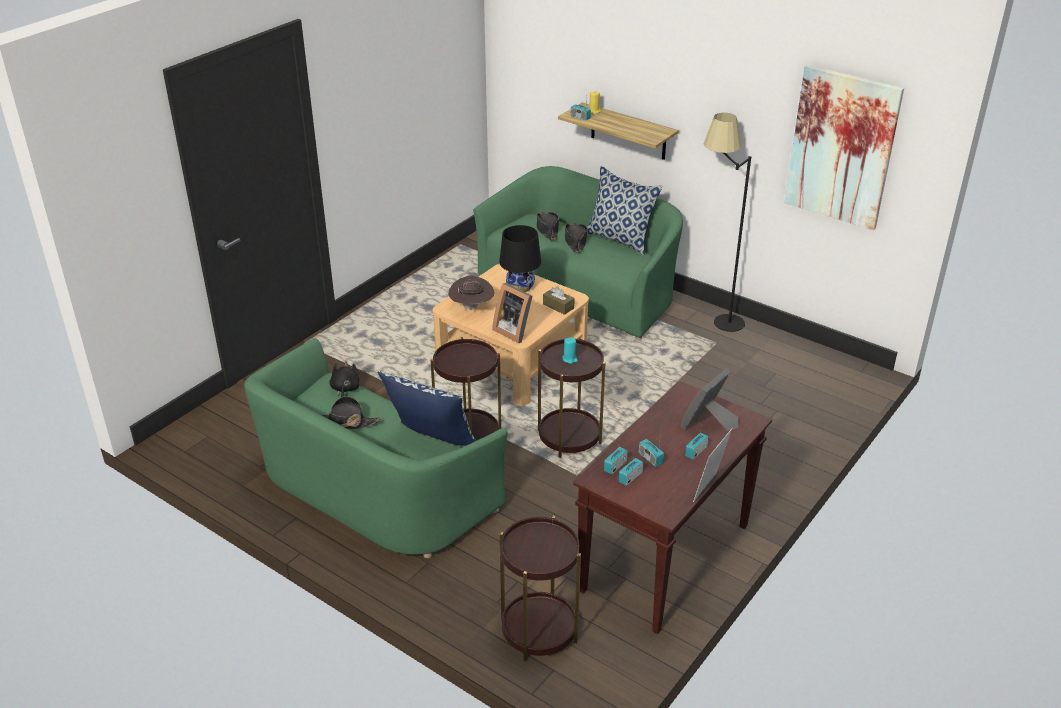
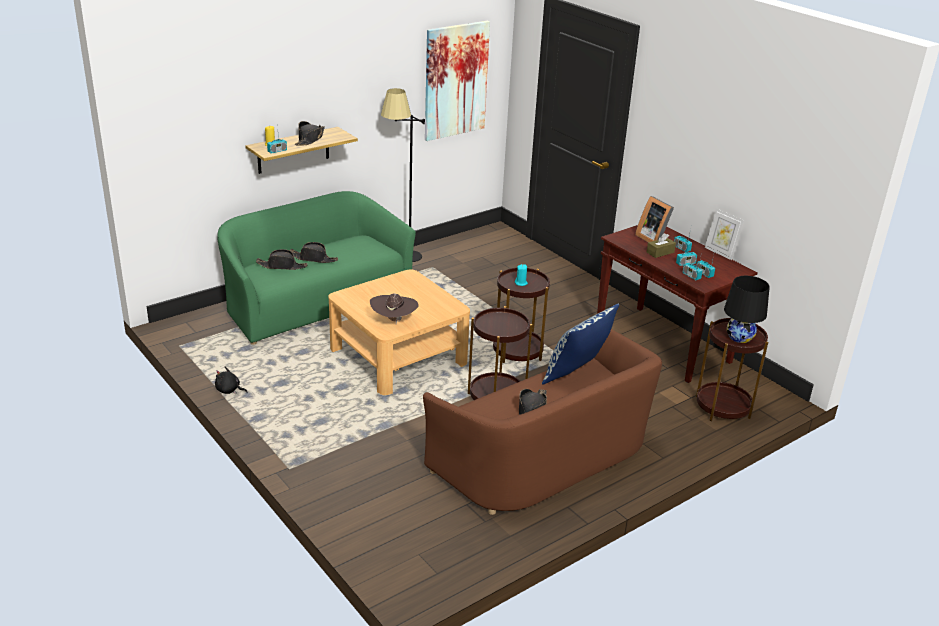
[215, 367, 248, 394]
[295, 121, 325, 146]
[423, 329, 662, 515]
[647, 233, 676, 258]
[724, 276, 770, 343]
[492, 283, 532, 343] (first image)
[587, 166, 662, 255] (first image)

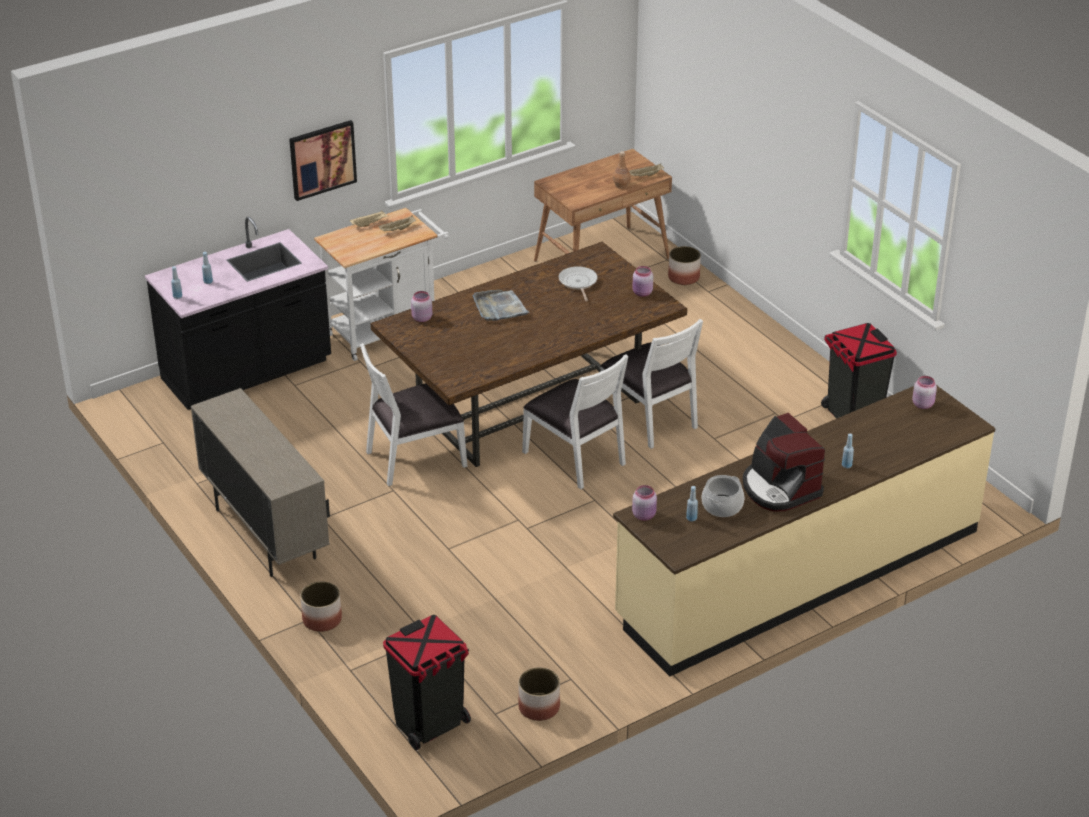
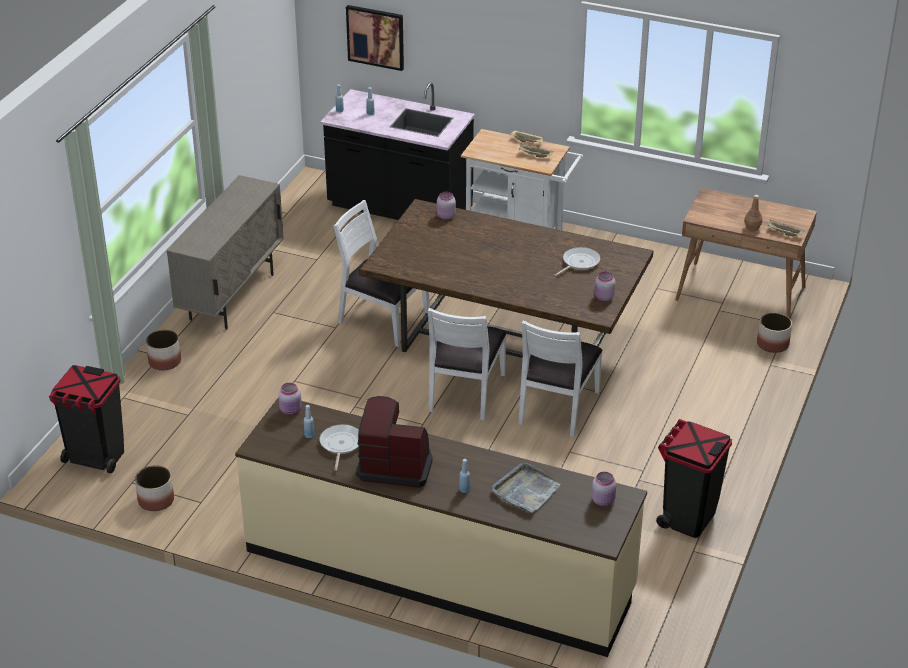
[320, 424, 359, 471]
[346, 5, 404, 71]
[356, 396, 432, 488]
[492, 463, 561, 513]

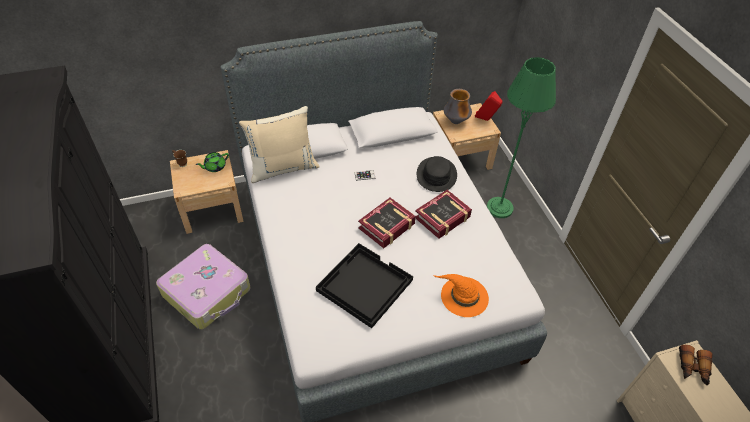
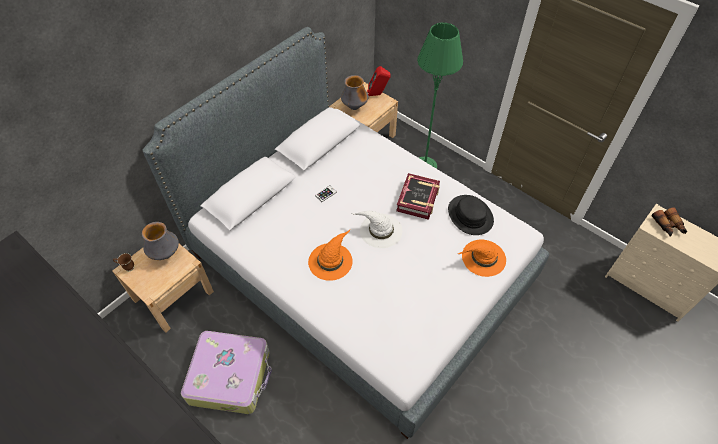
[142, 222, 179, 260]
[308, 229, 353, 281]
[351, 211, 402, 248]
[448, 195, 494, 235]
[239, 106, 320, 183] (first image)
[316, 243, 413, 328] (first image)

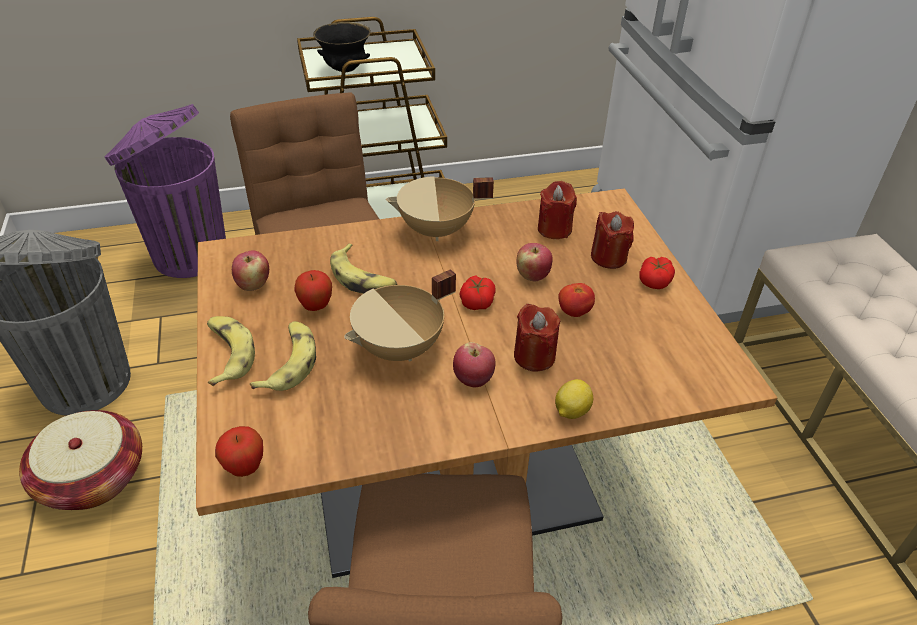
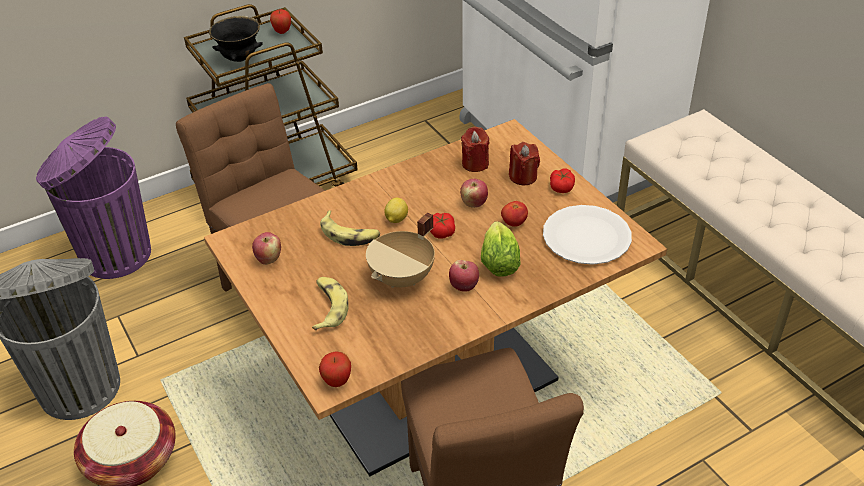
[270, 9, 291, 34]
[384, 198, 408, 223]
[481, 221, 520, 277]
[543, 205, 632, 265]
[207, 316, 255, 386] (first image)
[386, 176, 494, 241] (first image)

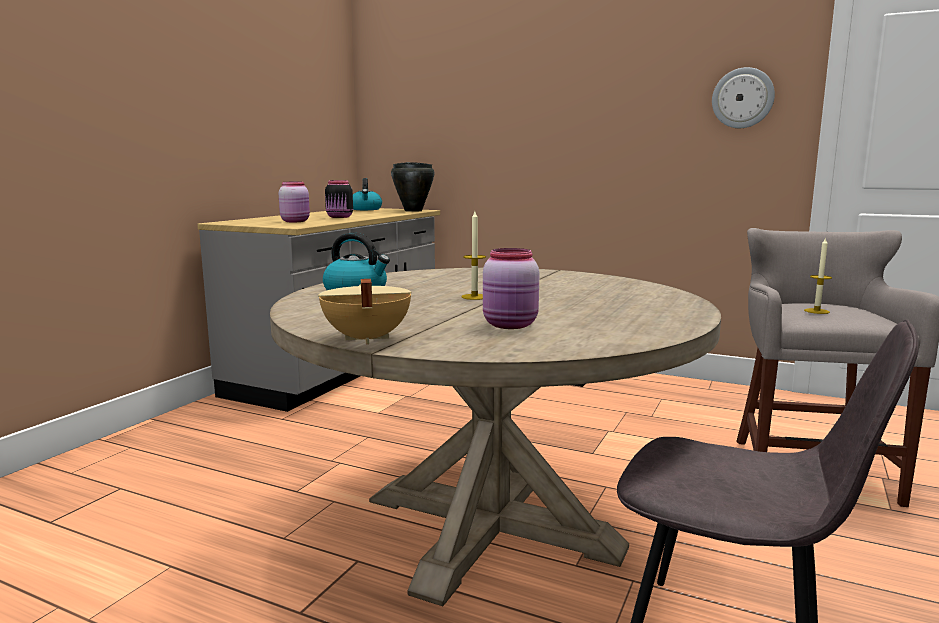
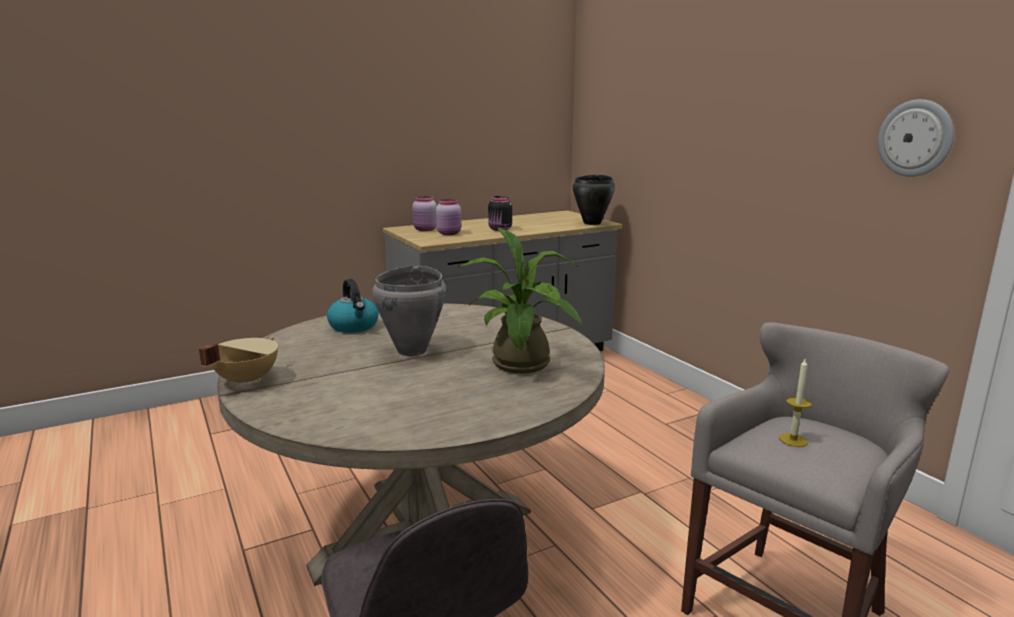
[372, 266, 446, 356]
[412, 196, 437, 231]
[459, 227, 582, 374]
[353, 178, 382, 210] (first image)

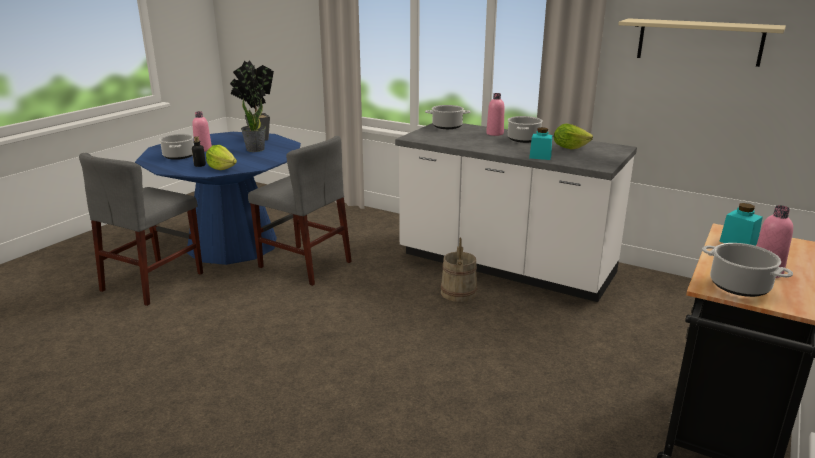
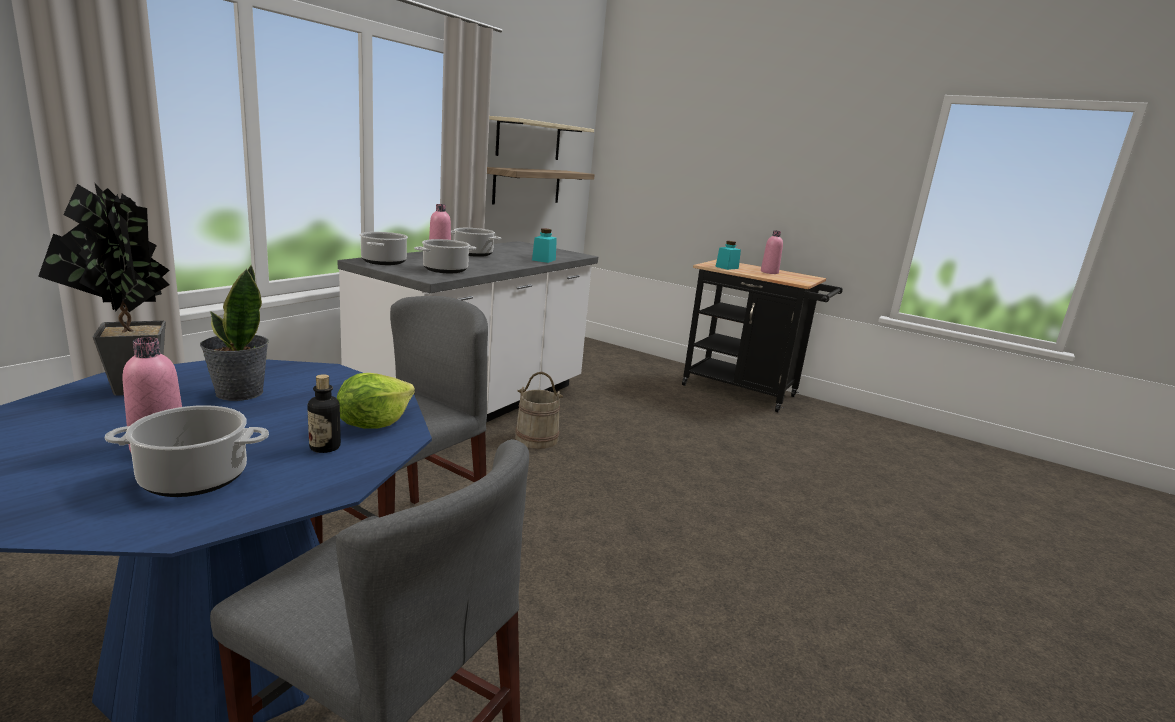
[414, 239, 476, 273]
[487, 167, 595, 205]
[554, 124, 593, 149] (first image)

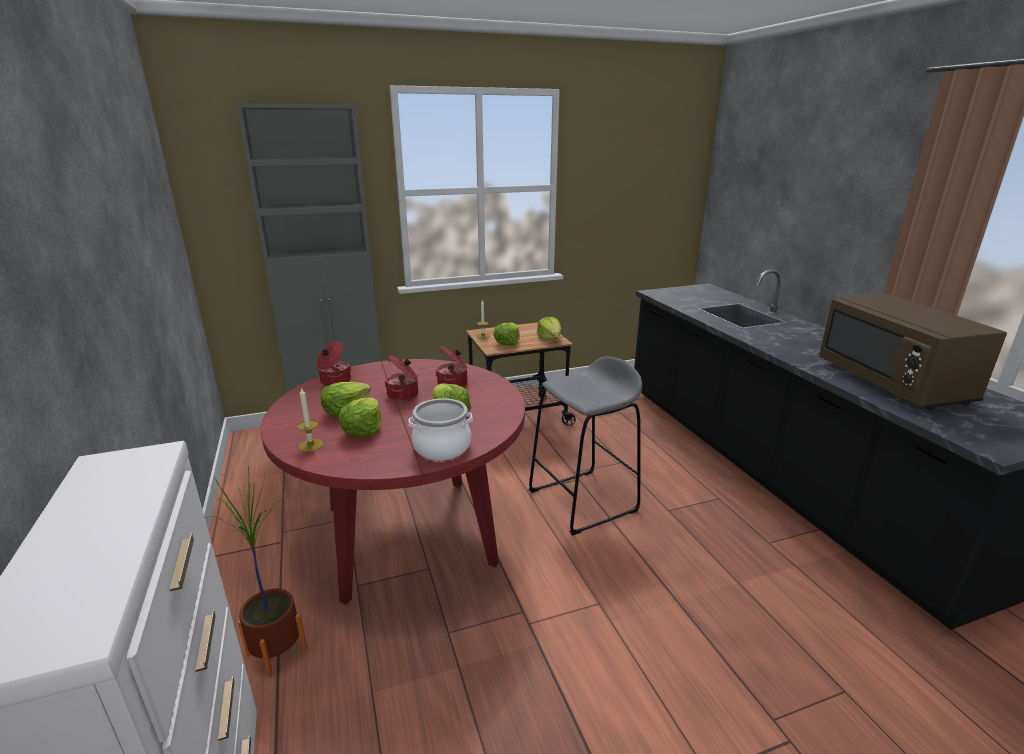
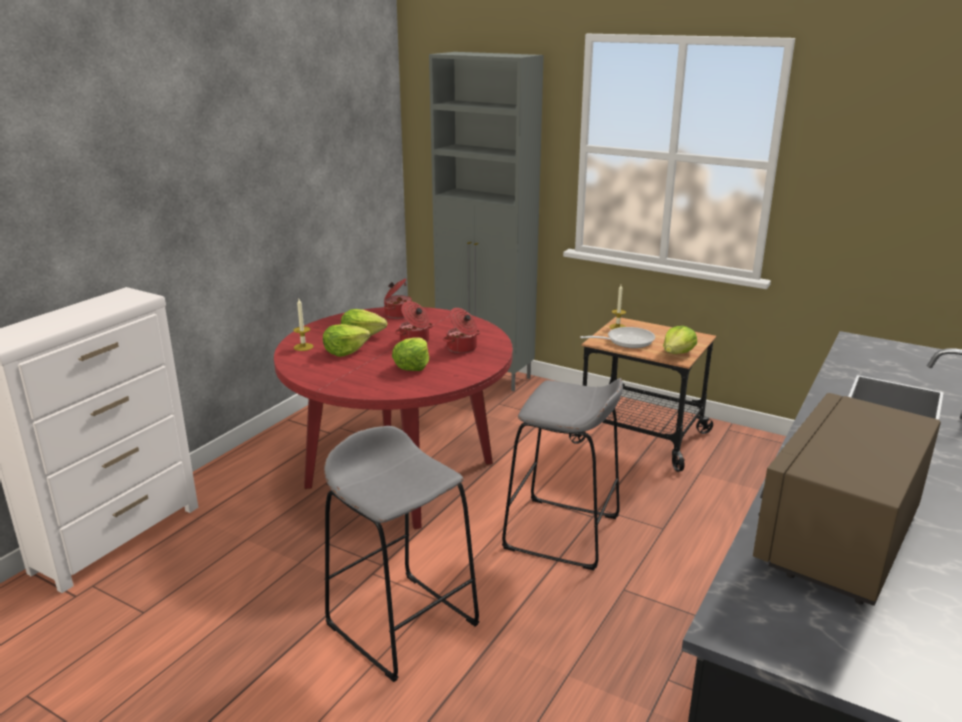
[324, 426, 479, 682]
[580, 327, 655, 348]
[205, 465, 307, 677] (first image)
[408, 398, 473, 460] (first image)

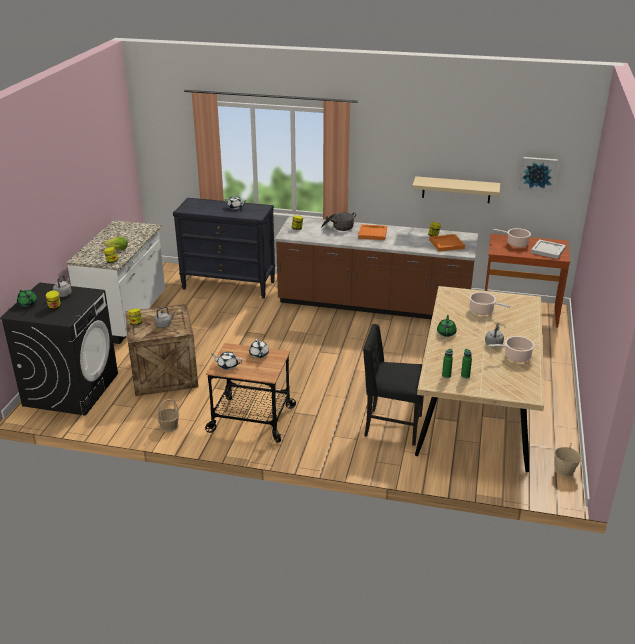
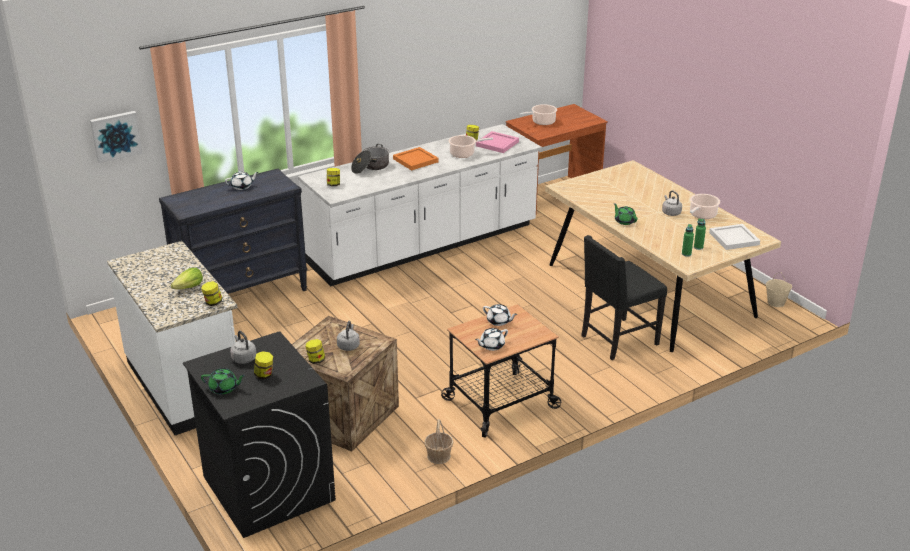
[90, 111, 143, 163]
[298, 124, 542, 286]
[448, 135, 493, 158]
[476, 131, 519, 153]
[709, 224, 760, 250]
[412, 176, 500, 203] (first image)

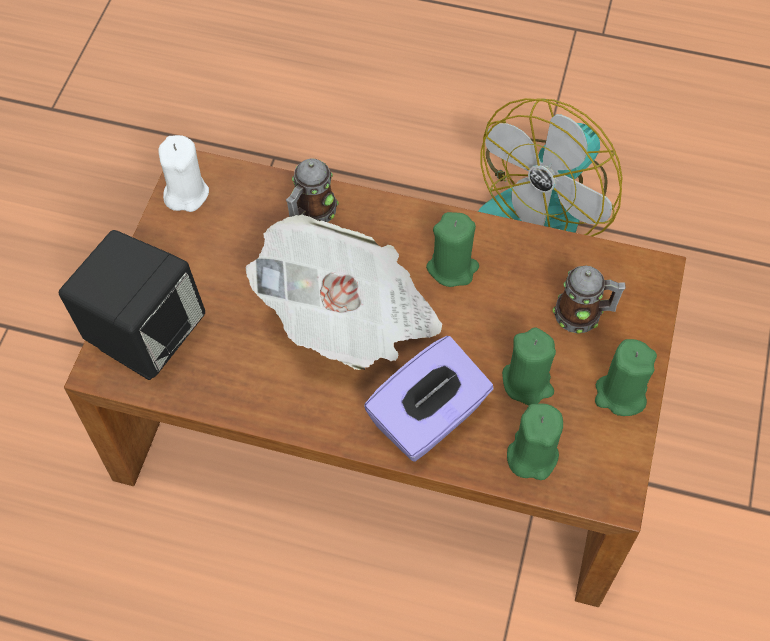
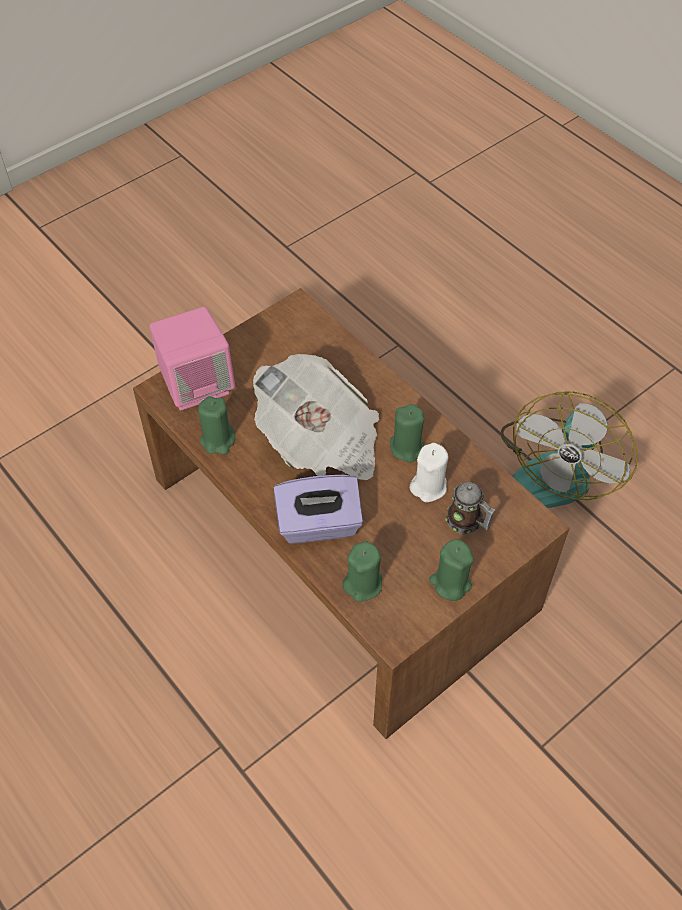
[149, 307, 235, 410]
[198, 396, 236, 455]
[410, 443, 448, 502]
[501, 391, 638, 508]
[286, 158, 339, 222] (first image)

